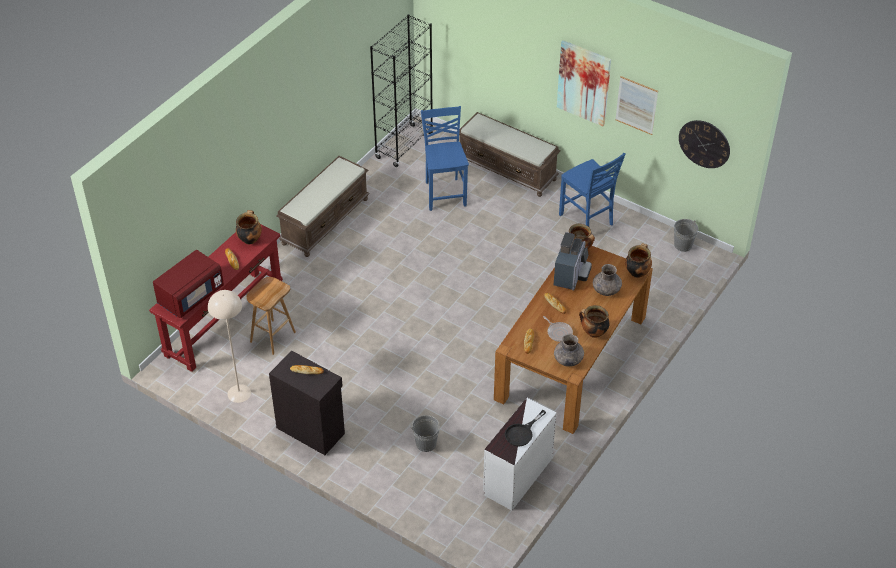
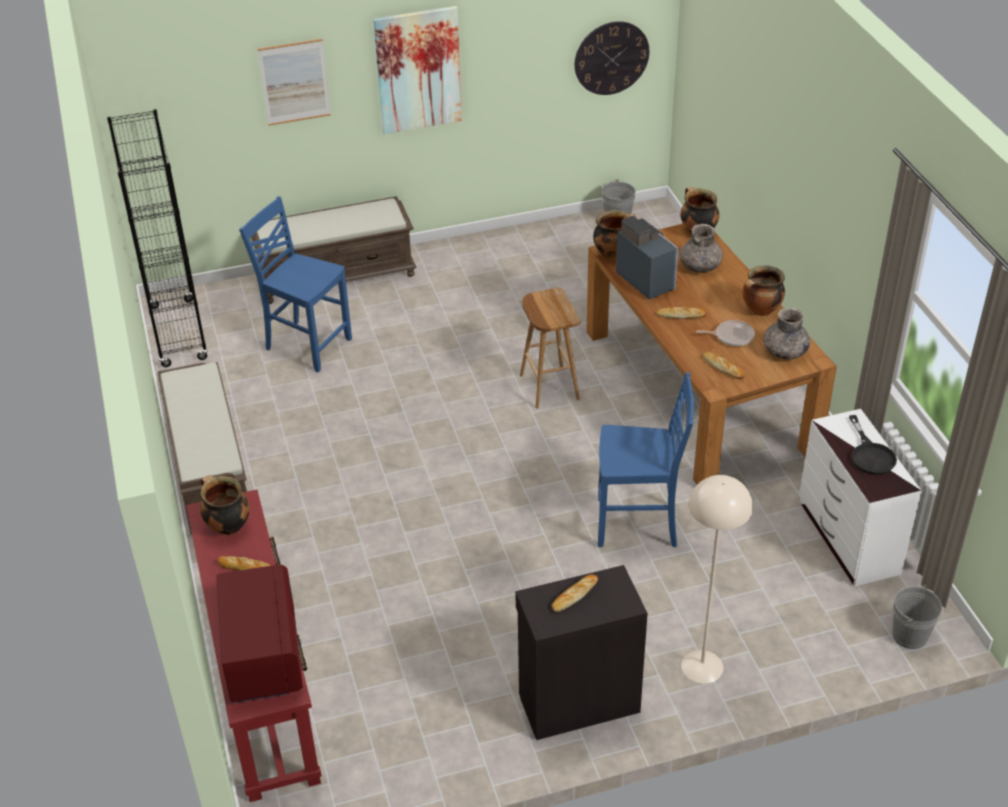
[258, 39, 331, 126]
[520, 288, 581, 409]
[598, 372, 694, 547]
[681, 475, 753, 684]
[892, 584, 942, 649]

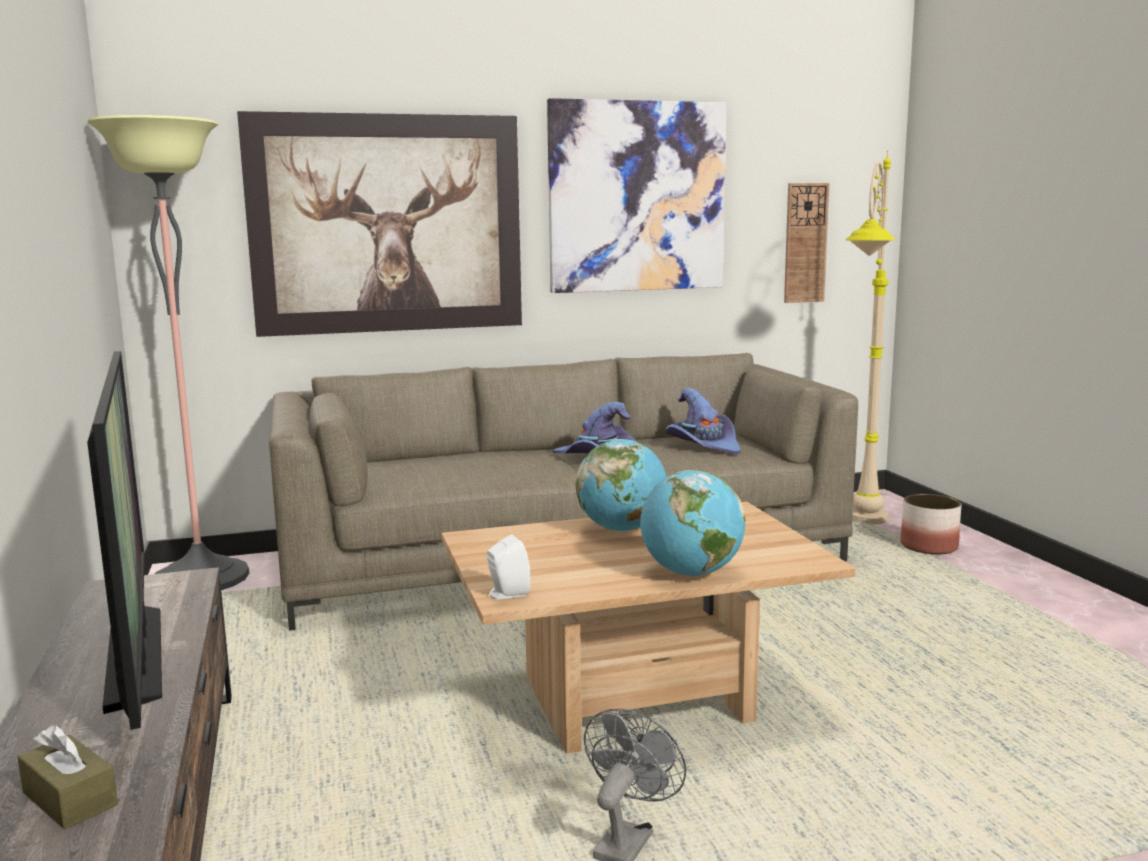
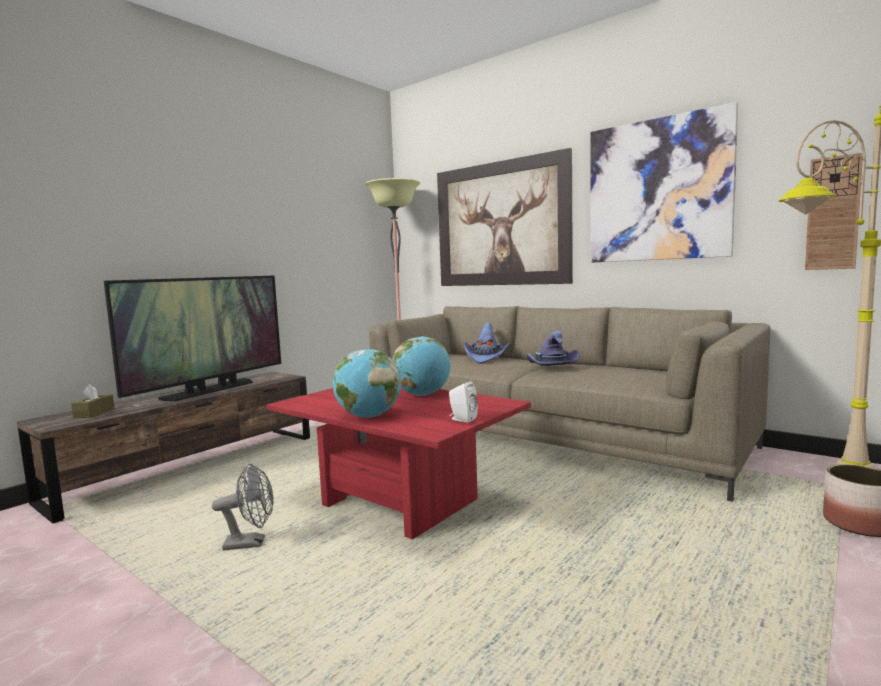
[266, 388, 531, 539]
[449, 382, 478, 423]
[464, 323, 510, 364]

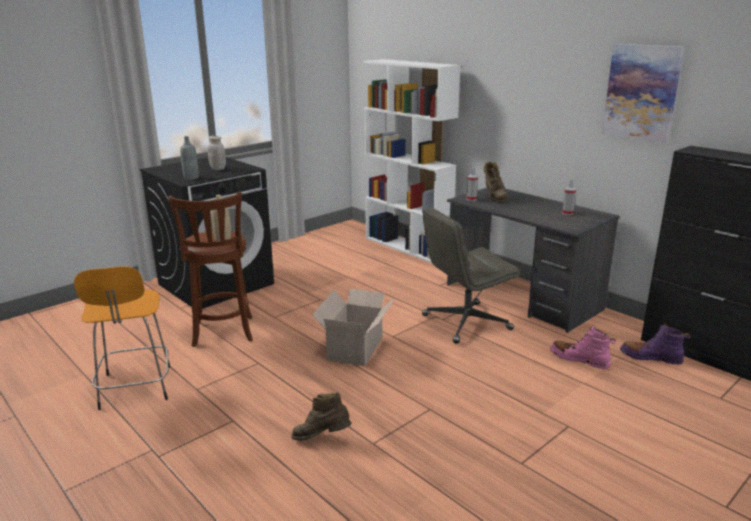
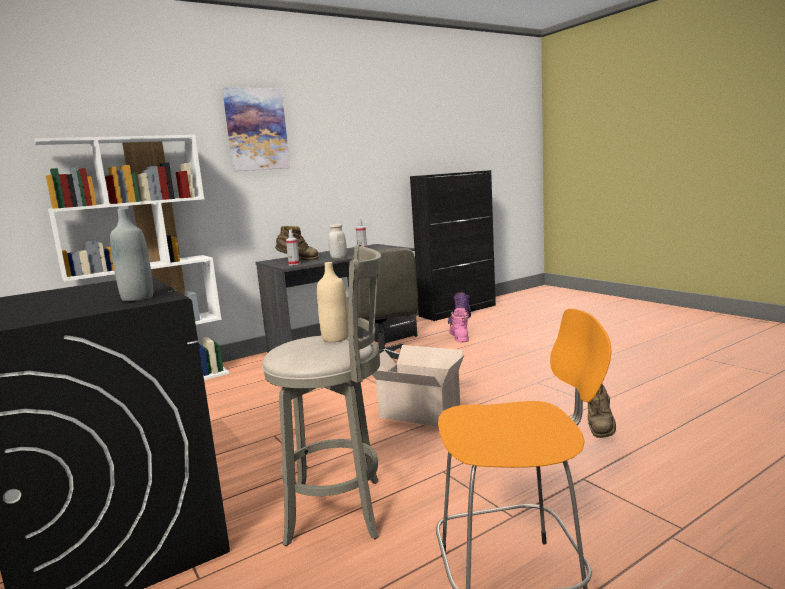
[222, 87, 290, 171]
[262, 245, 381, 546]
[328, 224, 347, 259]
[449, 308, 469, 342]

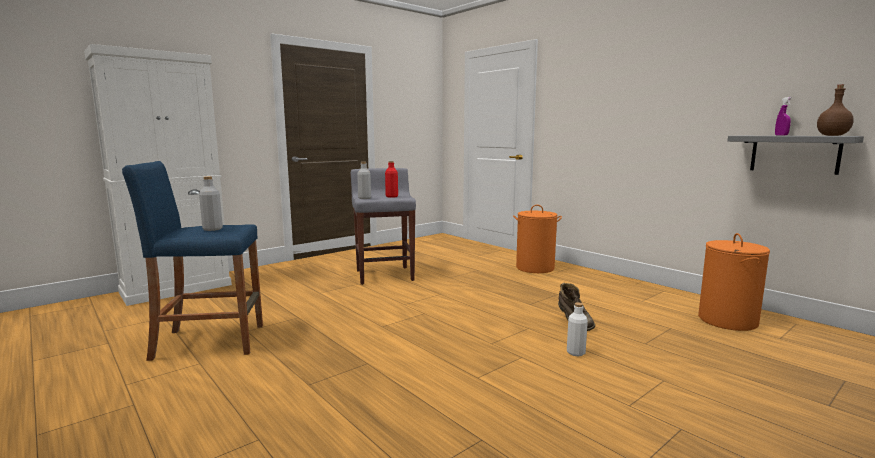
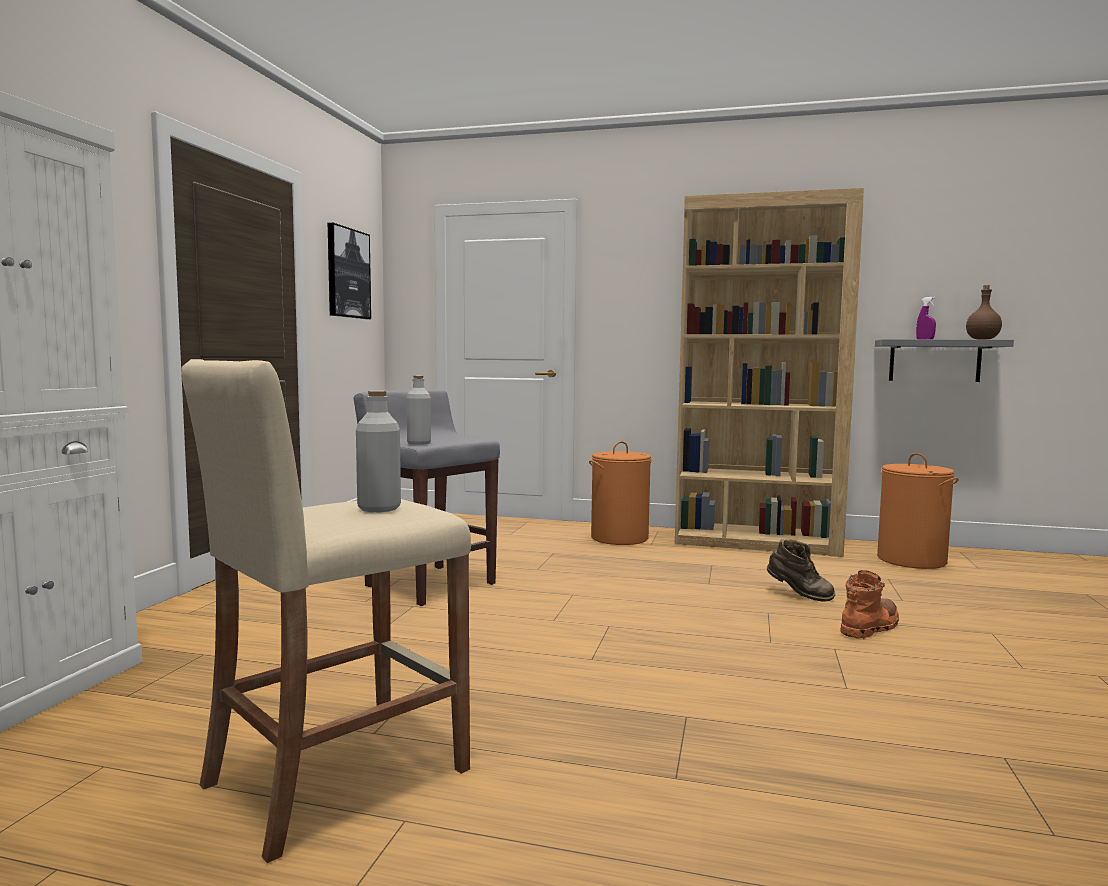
[181, 359, 471, 863]
[328, 223, 371, 319]
[675, 188, 864, 557]
[841, 570, 899, 639]
[385, 161, 398, 198] (first image)

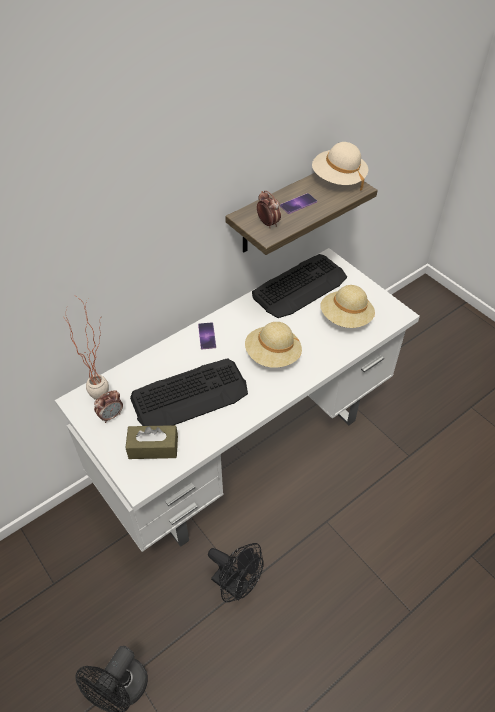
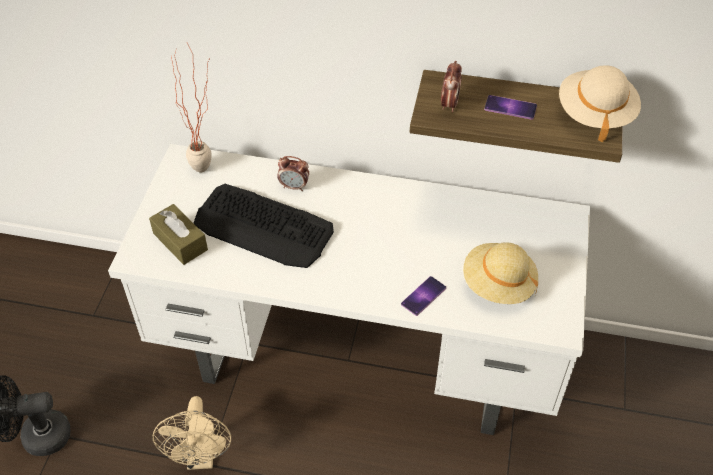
[153, 396, 231, 470]
[277, 156, 309, 191]
[401, 276, 446, 316]
[245, 322, 302, 368] (first image)
[252, 254, 347, 318] (first image)

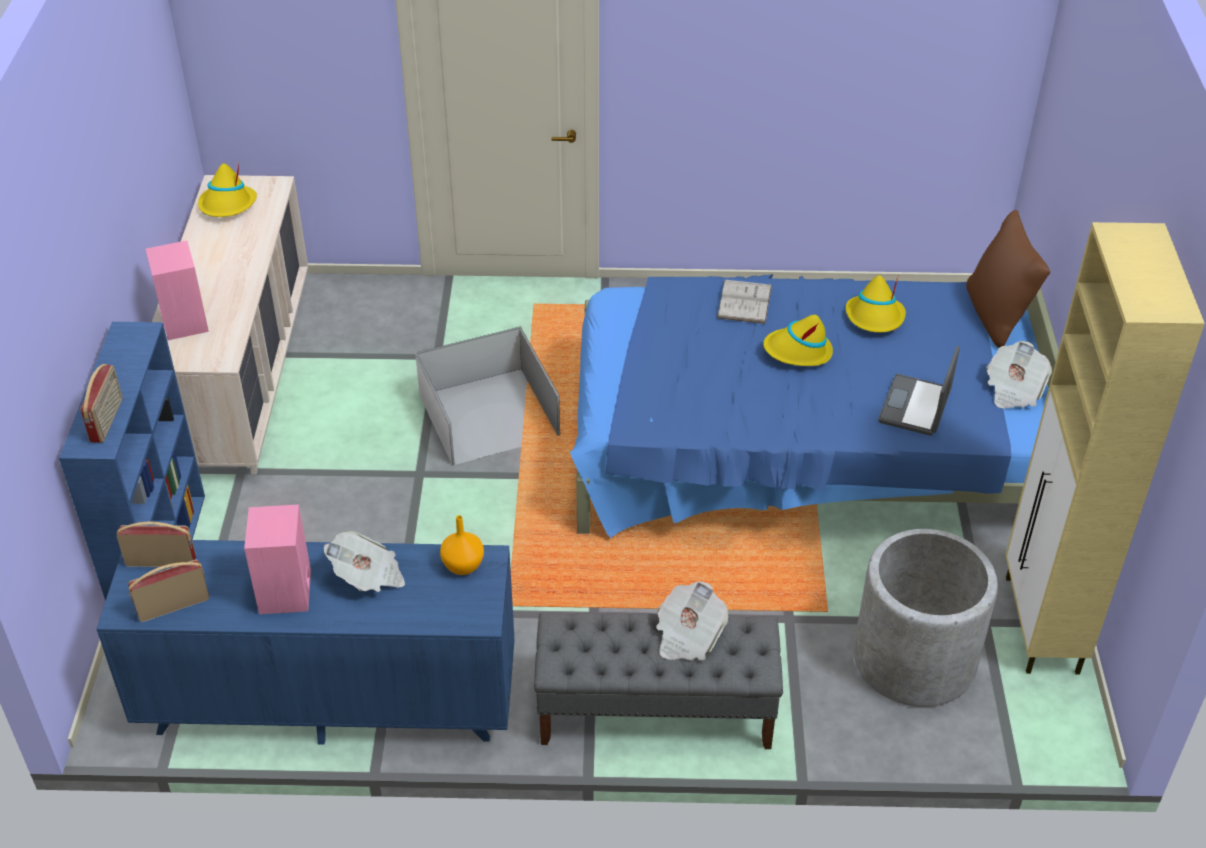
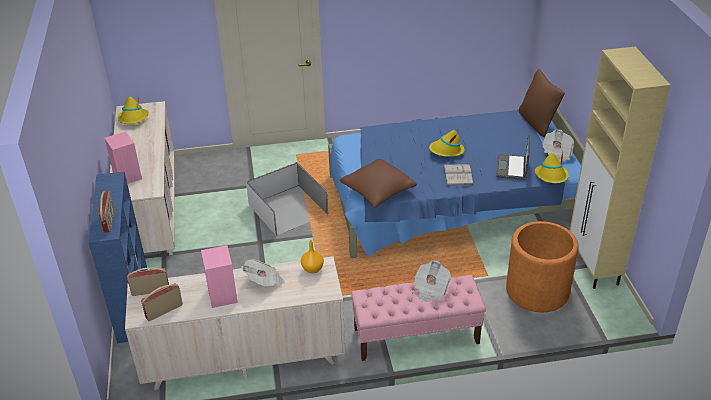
[125, 256, 345, 390]
[340, 159, 417, 208]
[351, 275, 486, 361]
[444, 164, 473, 186]
[506, 221, 579, 312]
[535, 153, 569, 183]

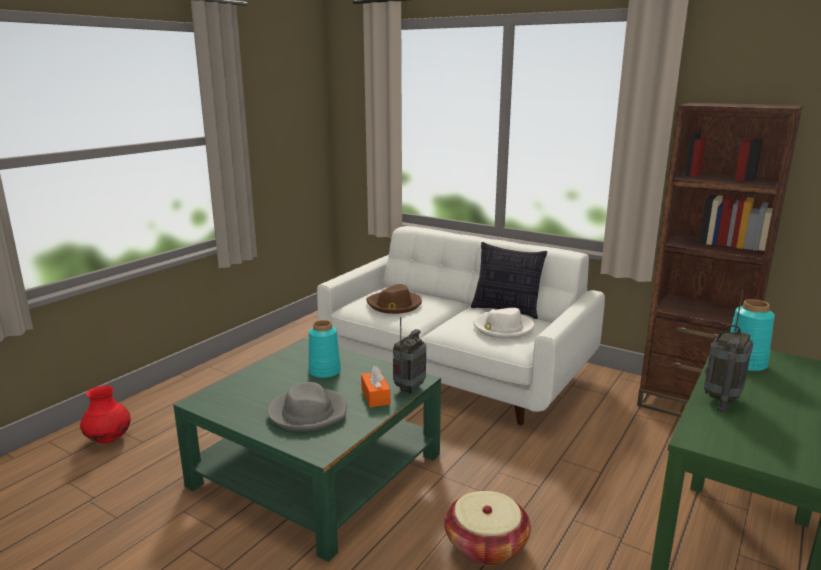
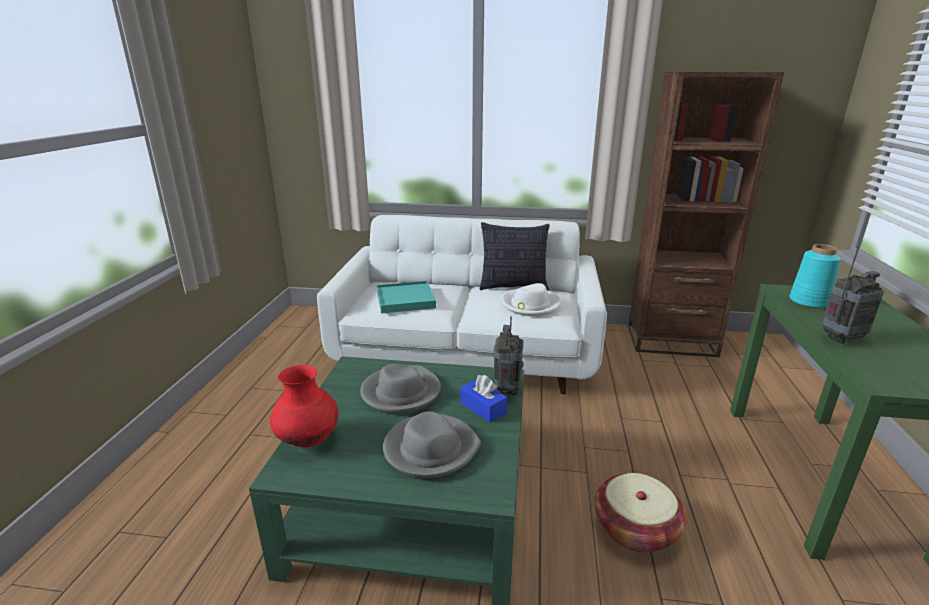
[270, 365, 338, 447]
[360, 364, 441, 414]
[376, 281, 436, 313]
[460, 375, 507, 422]
[822, 246, 884, 344]

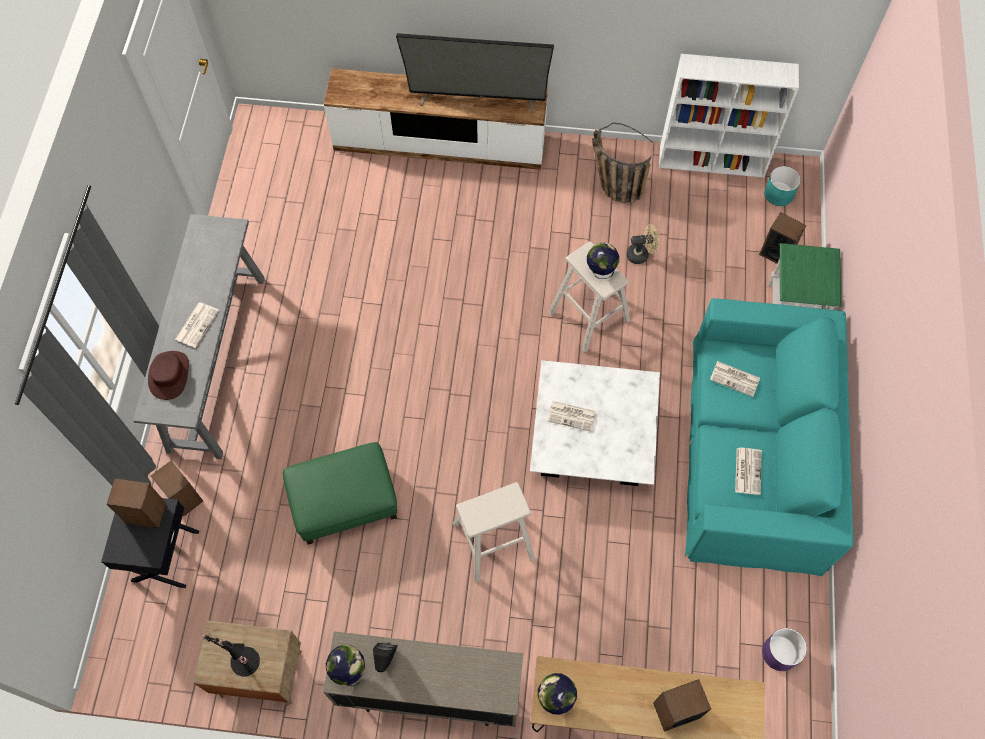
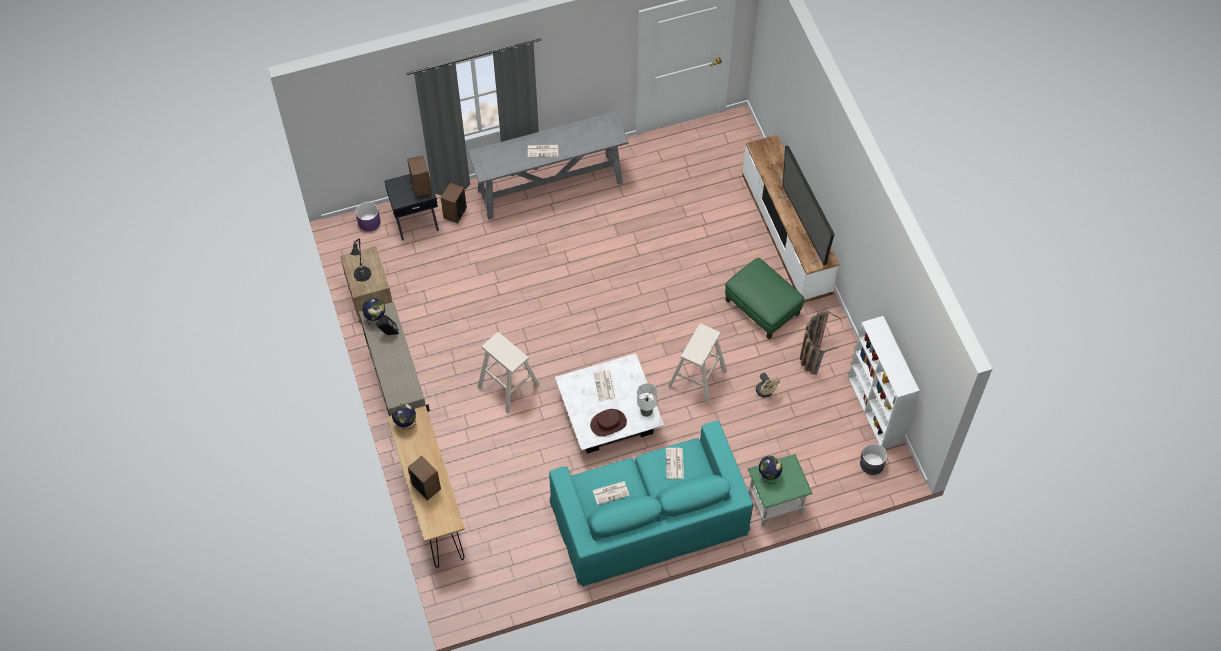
[356, 202, 381, 232]
[590, 409, 627, 436]
[637, 383, 658, 417]
[725, 258, 804, 339]
[759, 456, 782, 484]
[860, 443, 887, 475]
[759, 212, 807, 264] (first image)

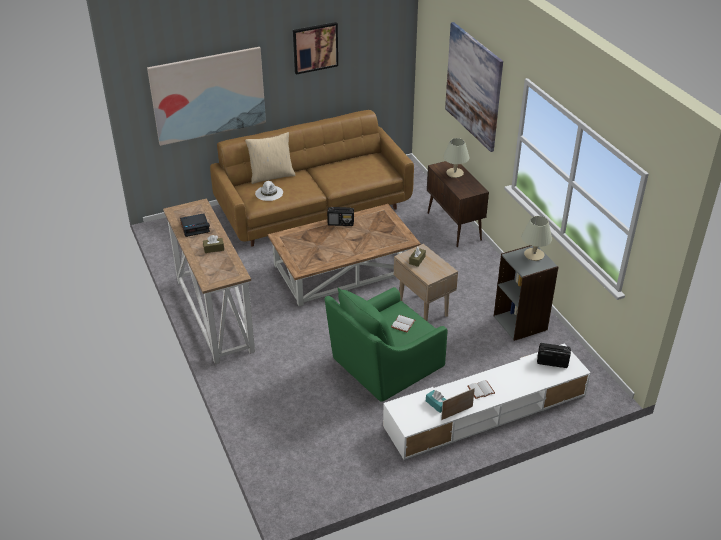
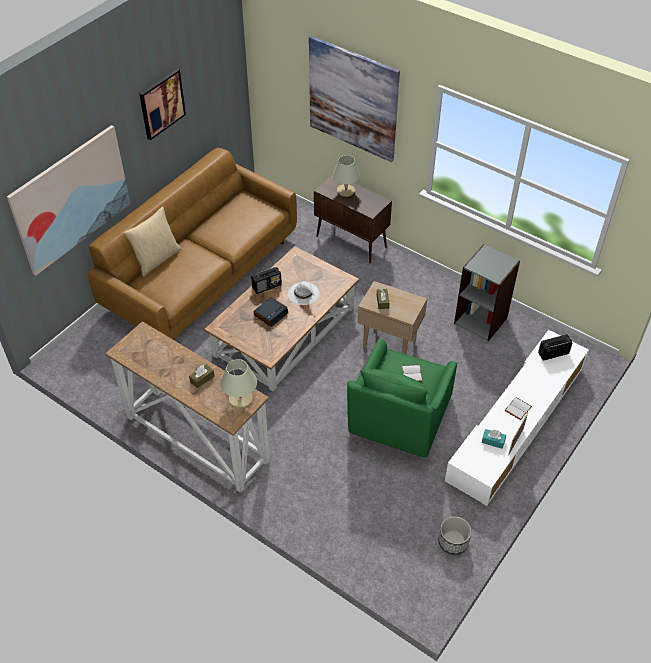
[221, 359, 257, 408]
[254, 297, 288, 327]
[288, 281, 320, 305]
[438, 517, 471, 555]

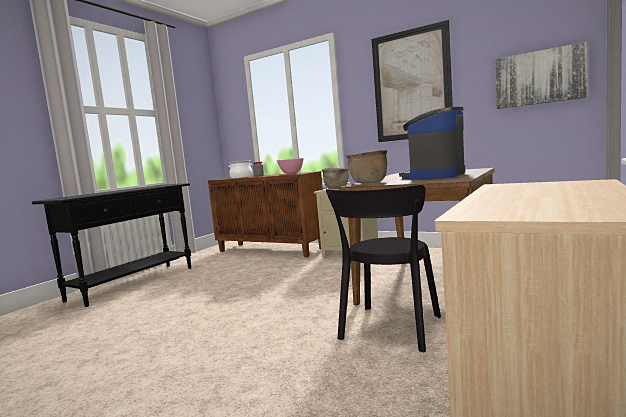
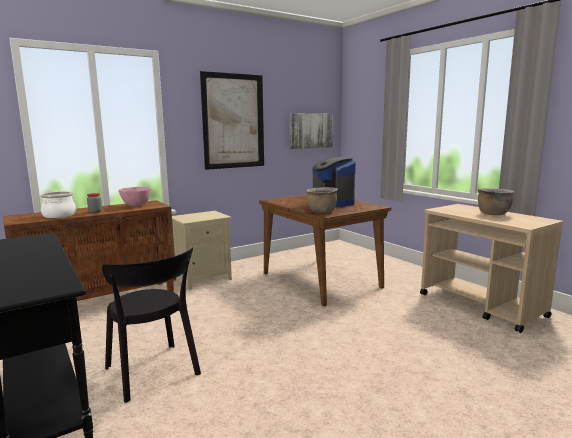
[102, 247, 201, 403]
[477, 188, 514, 215]

